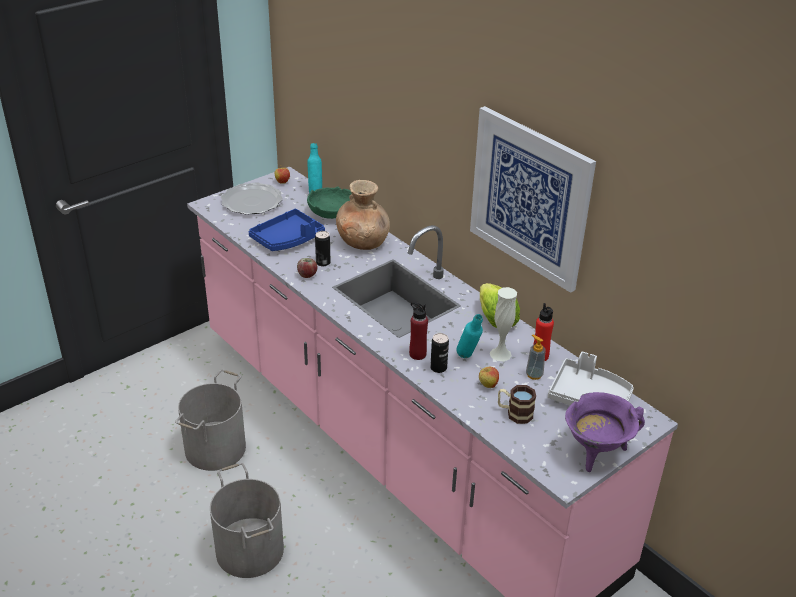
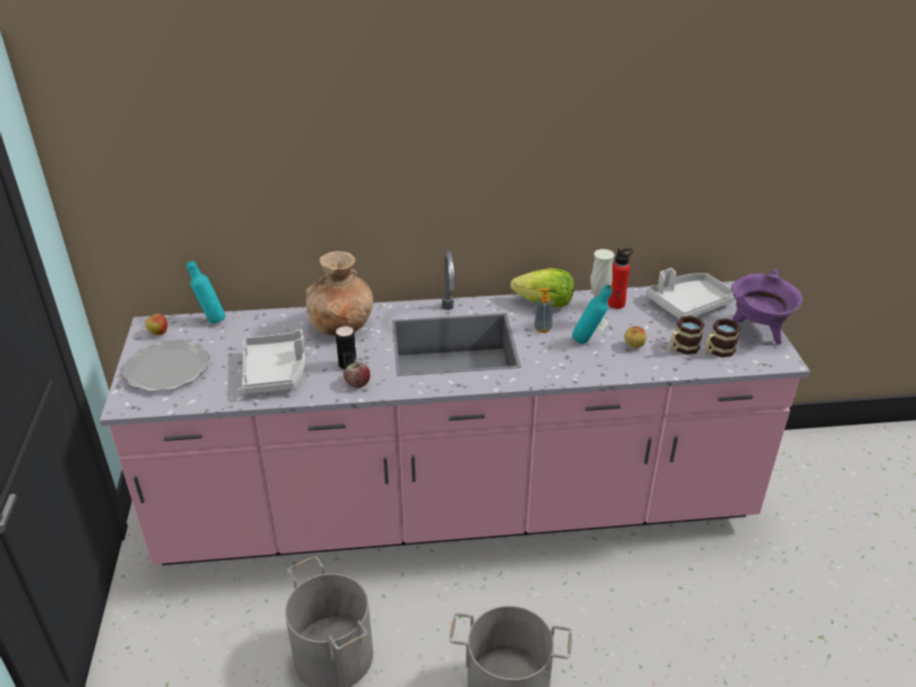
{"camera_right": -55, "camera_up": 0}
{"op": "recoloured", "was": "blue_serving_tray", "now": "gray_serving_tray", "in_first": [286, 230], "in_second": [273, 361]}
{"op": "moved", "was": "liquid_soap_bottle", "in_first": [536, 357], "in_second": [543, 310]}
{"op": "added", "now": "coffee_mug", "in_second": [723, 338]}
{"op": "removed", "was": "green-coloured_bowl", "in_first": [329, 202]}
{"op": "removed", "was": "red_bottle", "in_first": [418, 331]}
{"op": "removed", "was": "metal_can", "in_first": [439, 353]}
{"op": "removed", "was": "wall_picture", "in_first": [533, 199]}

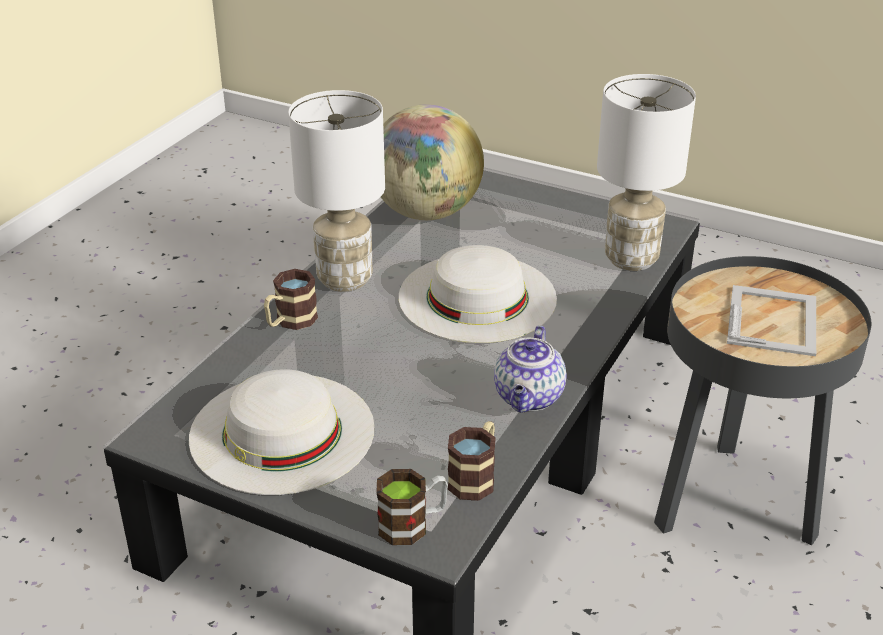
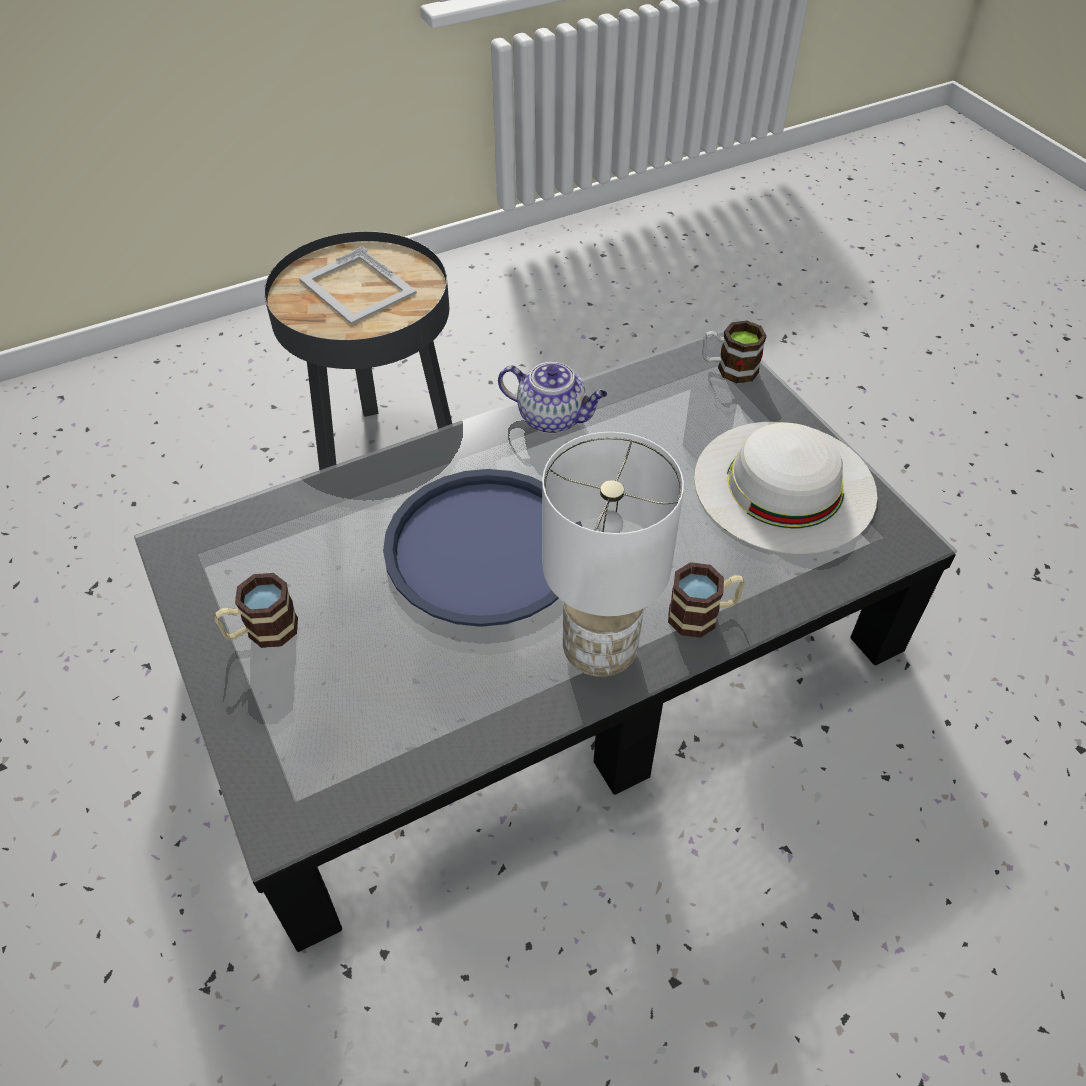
{"camera_right": -145, "camera_up": 15}
{"op": "moved", "was": "coffee_mug", "in_first": [472, 461], "in_second": [256, 610]}
{"op": "turned", "was": "standing_frame", "in_first": [771, 320], "in_second": [358, 285], "clockwise": -90}
{"op": "replaced", "was": "white-coloured_wearable_hat", "now": "blue_serving_tray", "in_first": [478, 294], "in_second": [483, 548]}
{"op": "turned", "was": "teapot", "in_first": [530, 369], "in_second": [553, 398], "clockwise": 60}
{"op": "removed", "was": "world_globe", "in_first": [432, 162]}
{"op": "removed", "was": "white-coloured_table_lamp", "in_first": [646, 172]}

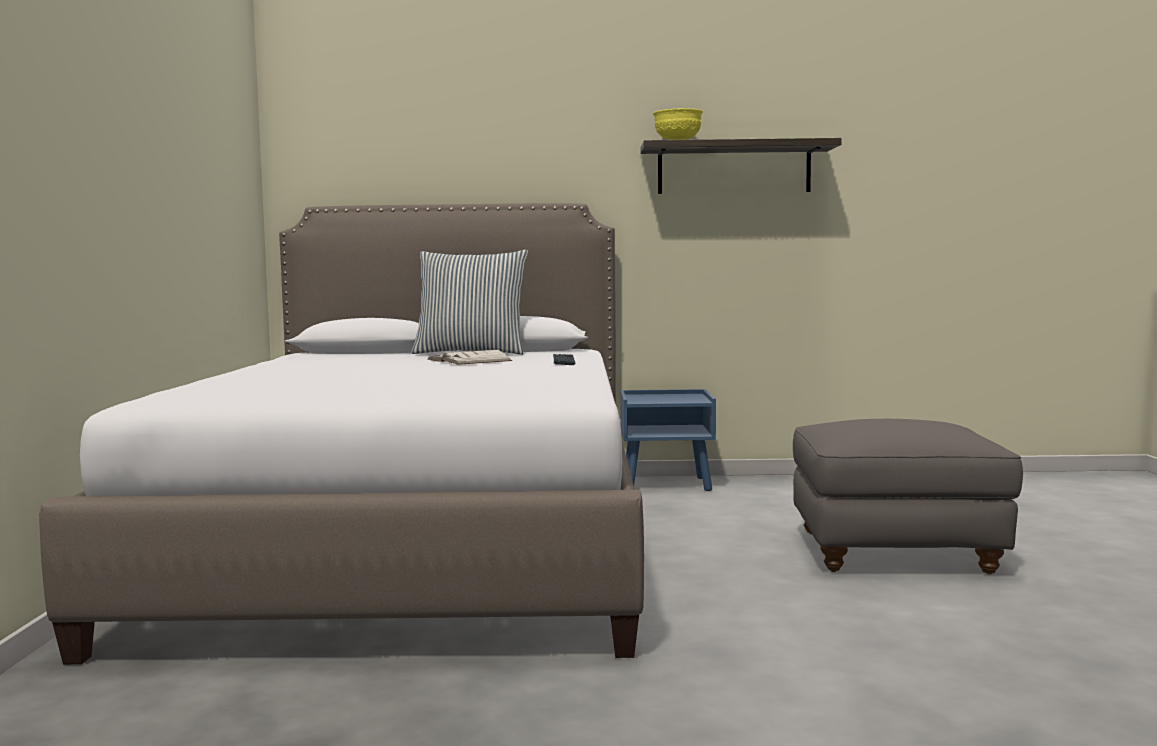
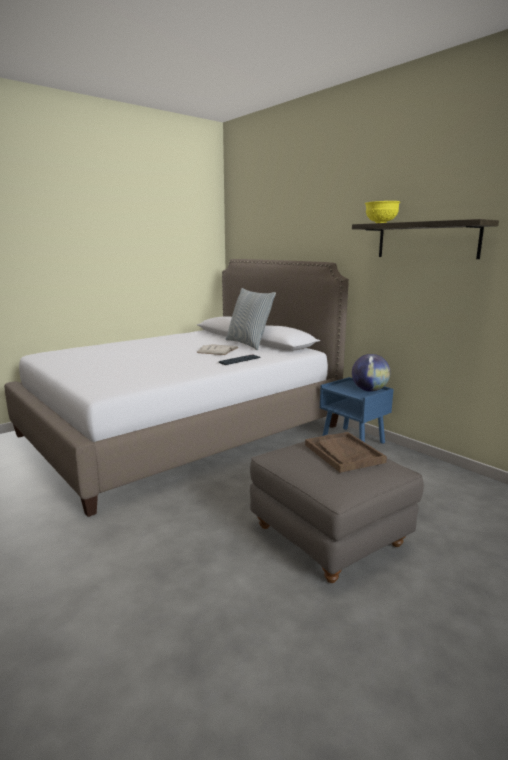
{"camera_right": 50, "camera_up": 10}
{"op": "added", "now": "brownish_serving_tray", "in_second": [346, 452]}
{"op": "added", "now": "world_globe", "in_second": [371, 372]}

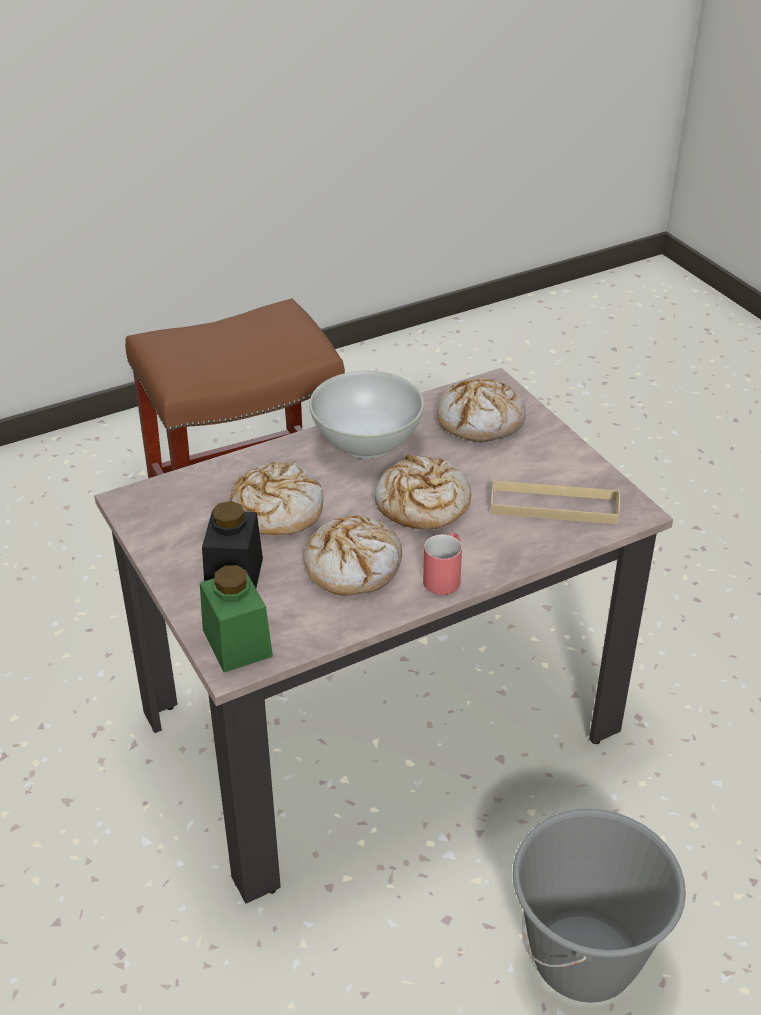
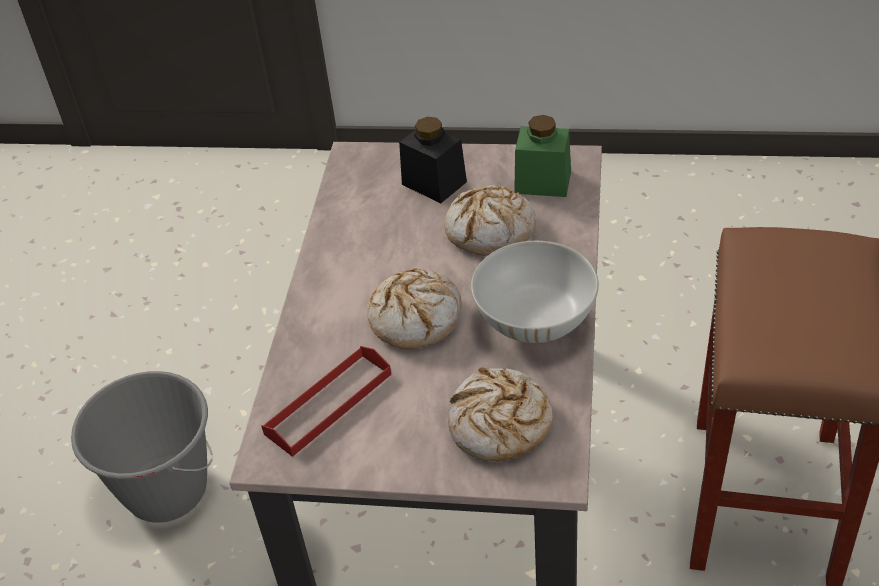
{"camera_right": 130, "camera_up": 5}
{"op": "recoloured", "was": "sand-coloured_serving_tray", "now": "red_serving_tray", "in_first": [555, 501], "in_second": [326, 401]}
{"op": "moved", "was": "green-coloured_preserve_jar", "in_first": [236, 618], "in_second": [542, 156]}
{"op": "removed", "was": "bakery_bread", "in_first": [352, 555]}
{"op": "removed", "was": "red_coffee_mug", "in_first": [442, 563]}

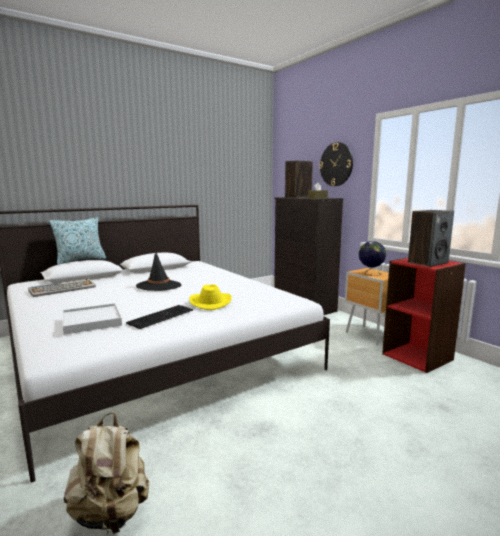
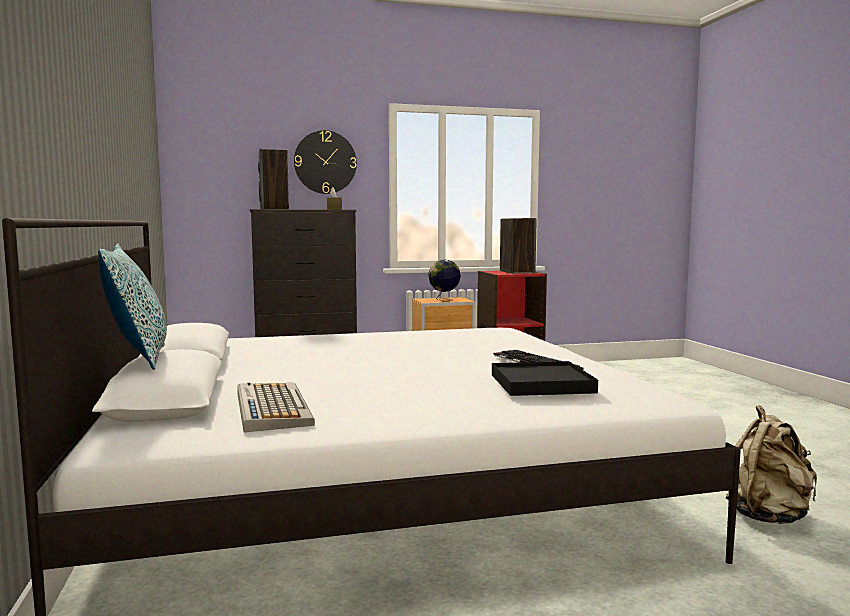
{"camera_right": -70, "camera_up": -5}
{"op": "recoloured", "was": "white-coloured_serving_tray", "now": "black_serving_tray", "in_first": [92, 319], "in_second": [545, 378]}
{"op": "removed", "was": "black_wearable_hat", "in_first": [158, 271]}
{"op": "removed", "was": "yellow-coloured_wearable_hat", "in_first": [210, 297]}

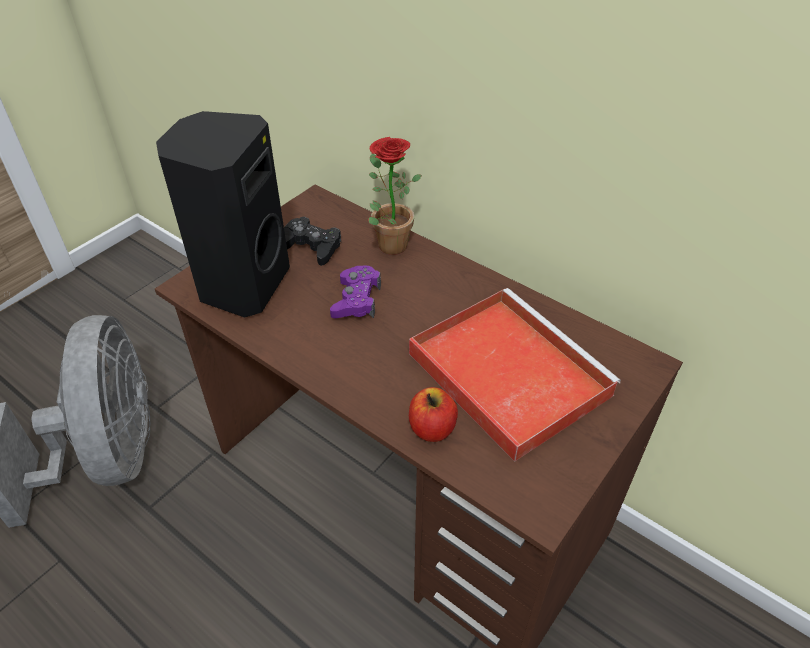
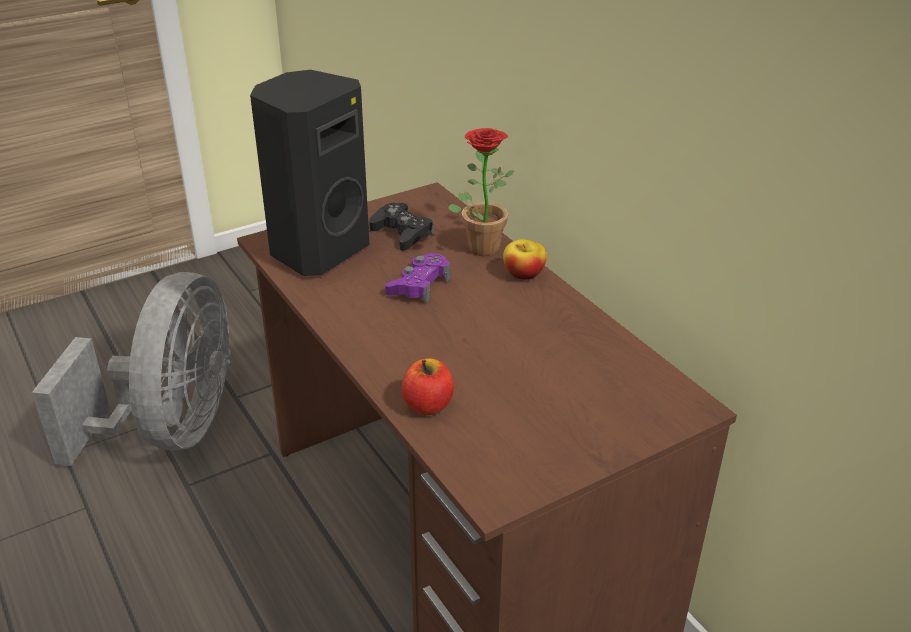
{"camera_right": 20, "camera_up": -10}
{"op": "added", "now": "apple", "in_second": [525, 259]}
{"op": "removed", "was": "red_serving_tray", "in_first": [515, 375]}

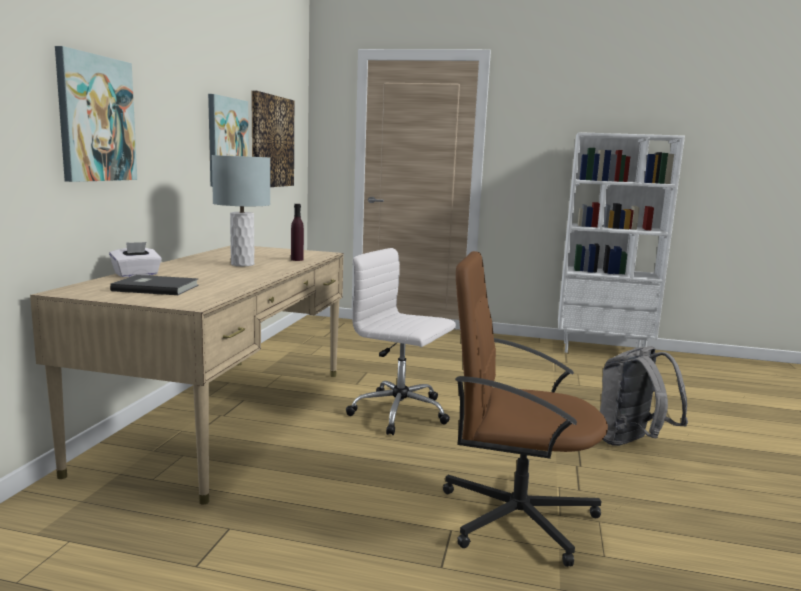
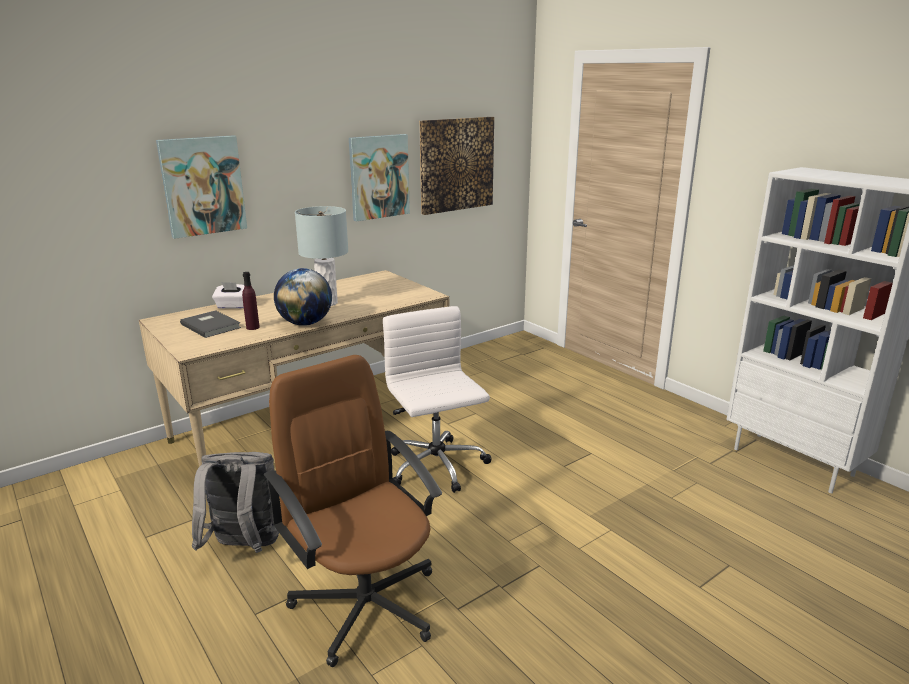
{"camera_right": 40, "camera_up": 10}
{"op": "moved", "was": "gray_knapsack", "in_first": [644, 396], "in_second": [235, 502]}
{"op": "moved", "was": "purplish_bottle", "in_first": [297, 232], "in_second": [251, 301]}
{"op": "added", "now": "world_globe", "in_second": [303, 297]}

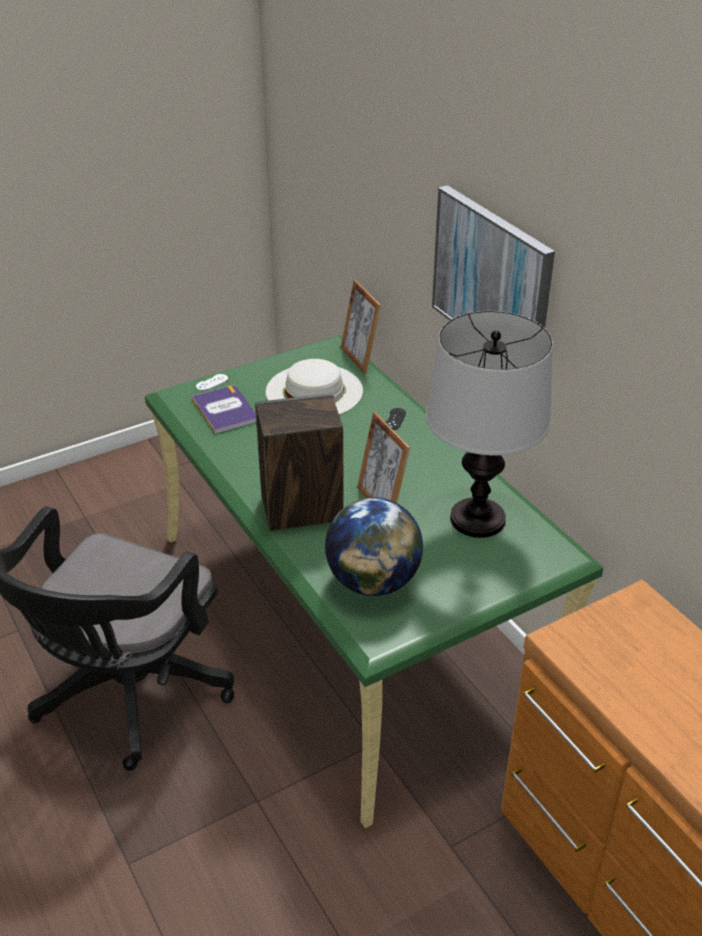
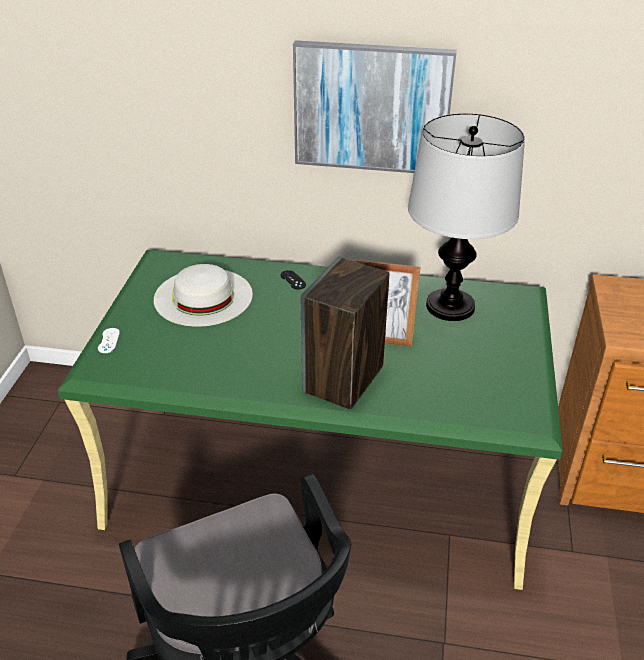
{"camera_right": -50, "camera_up": 0}
{"op": "removed", "was": "bound_book", "in_first": [223, 410]}
{"op": "removed", "was": "world_globe", "in_first": [374, 546]}
{"op": "removed", "was": "standing_frame", "in_first": [361, 327]}

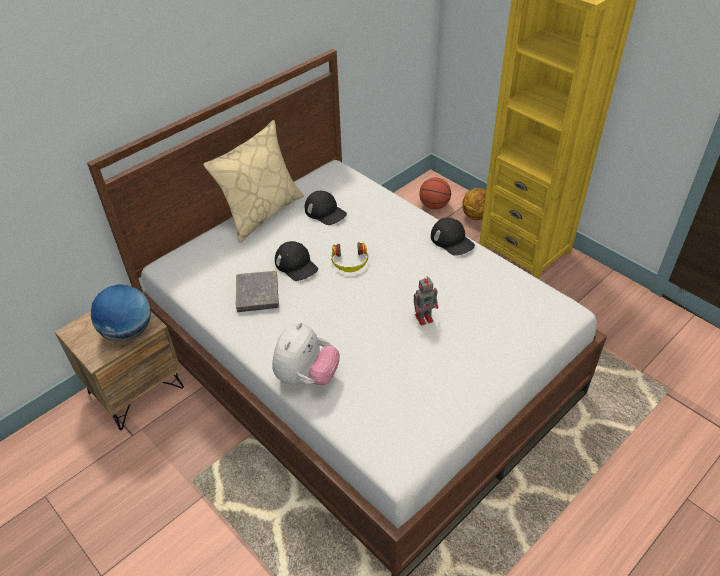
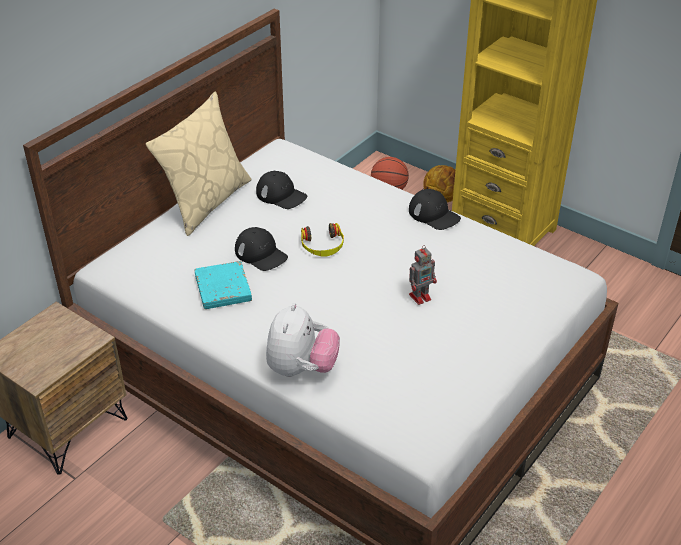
{"camera_right": -10, "camera_up": -5}
{"op": "recoloured", "was": "gray_bound_book", "now": "blue-green_bound_book", "in_first": [257, 291], "in_second": [223, 285]}
{"op": "removed", "was": "world_globe", "in_first": [121, 313]}

